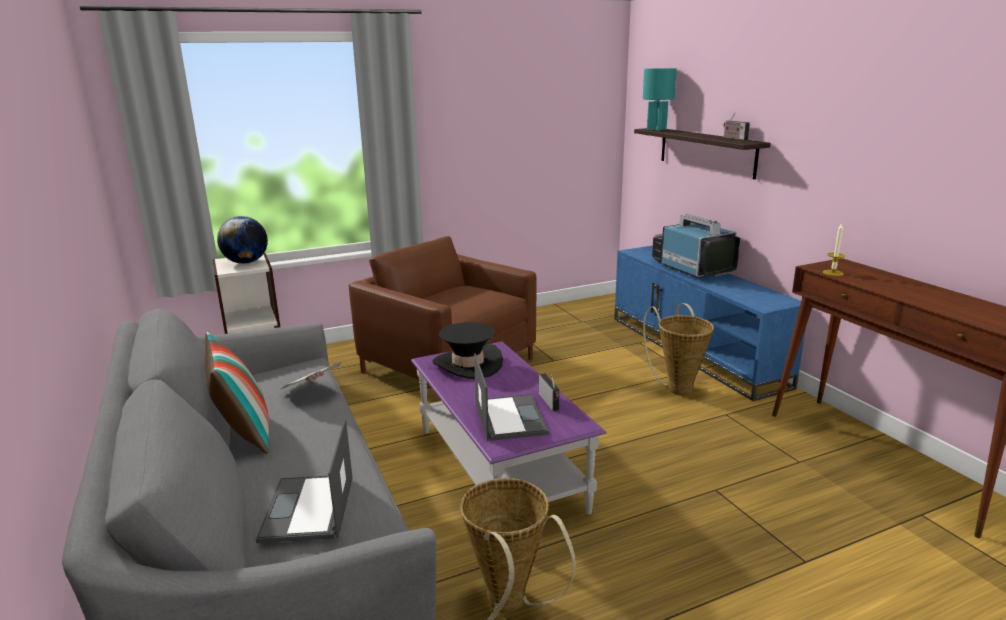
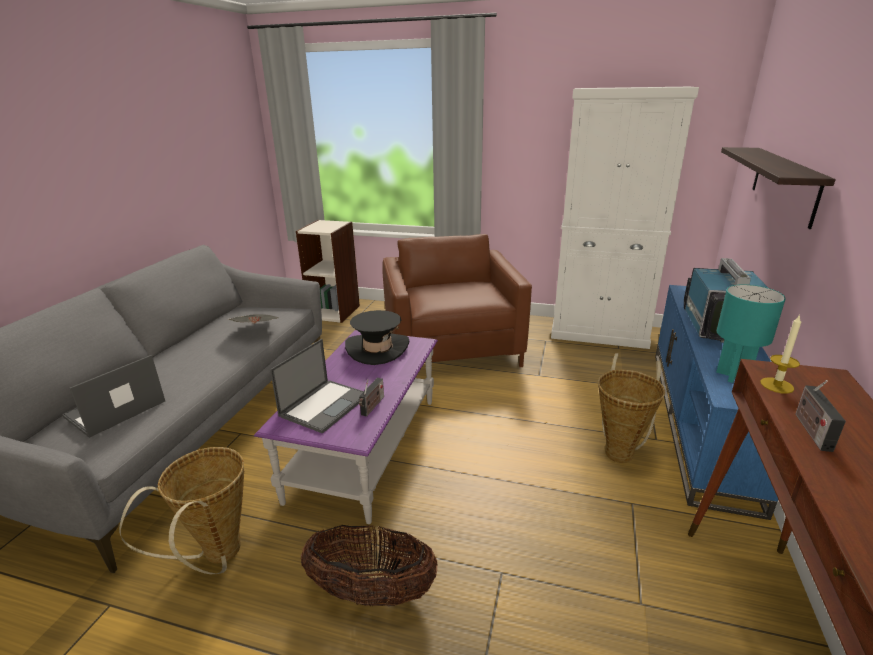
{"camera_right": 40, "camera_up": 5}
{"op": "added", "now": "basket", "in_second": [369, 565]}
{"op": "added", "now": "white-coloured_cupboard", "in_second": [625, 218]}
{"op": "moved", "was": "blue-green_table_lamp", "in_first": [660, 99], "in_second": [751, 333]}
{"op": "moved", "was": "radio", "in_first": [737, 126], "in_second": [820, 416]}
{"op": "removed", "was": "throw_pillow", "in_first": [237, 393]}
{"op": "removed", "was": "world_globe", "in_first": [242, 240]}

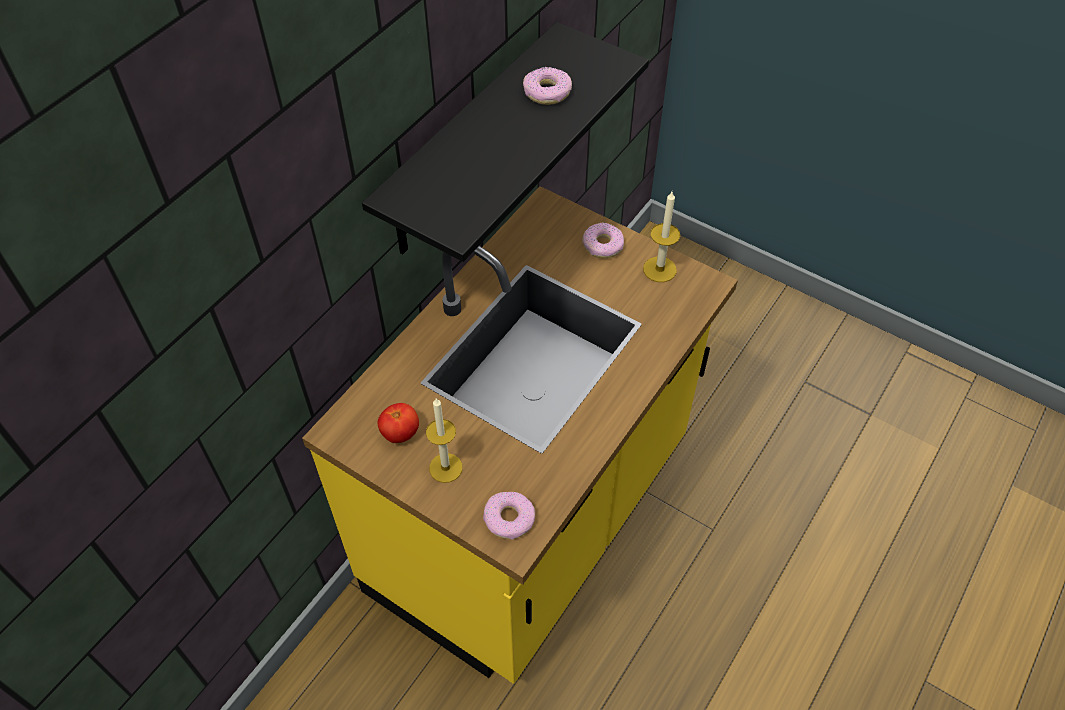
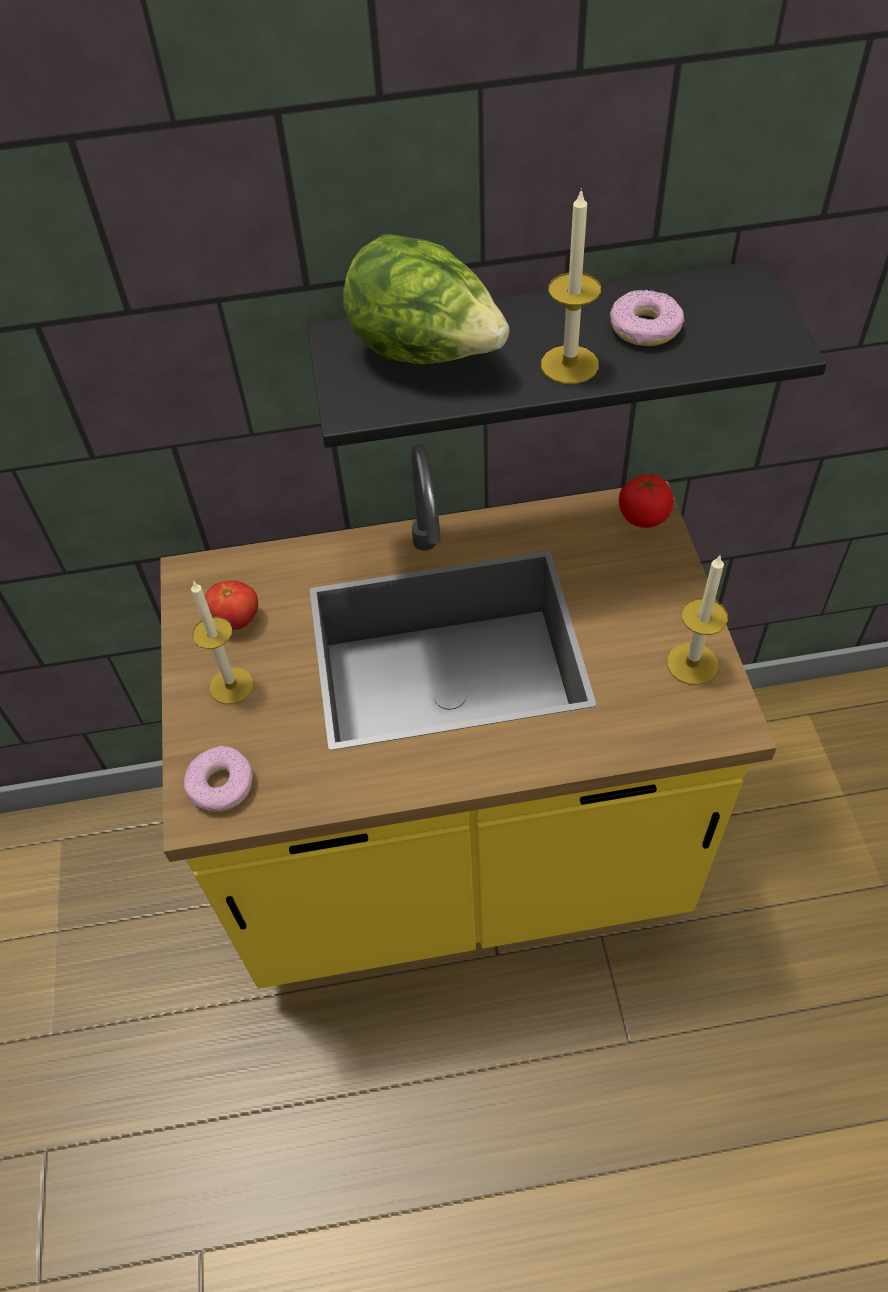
{"camera_right": 50, "camera_up": 0}
{"op": "added", "now": "head_of_lettuce", "in_second": [426, 299]}
{"op": "added", "now": "wax_candle", "in_second": [571, 286]}
{"op": "added", "now": "whole_tomato", "in_second": [646, 501]}
{"op": "removed", "was": "ring_doughnut", "in_first": [603, 240]}

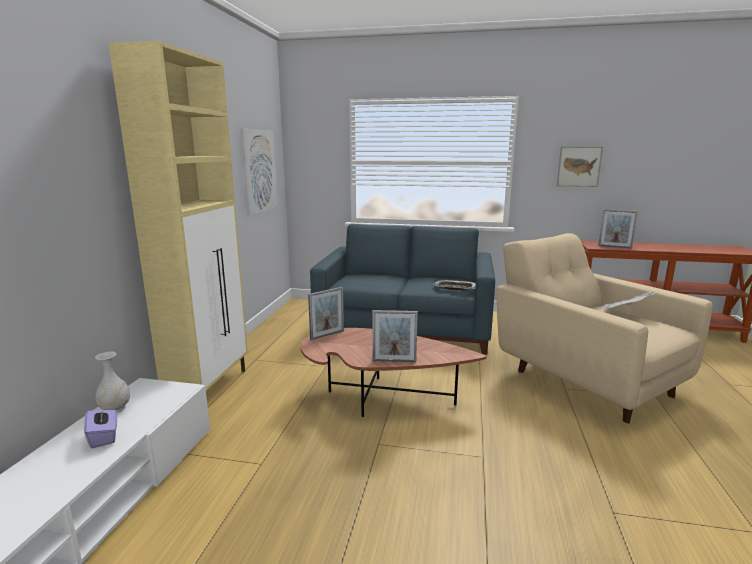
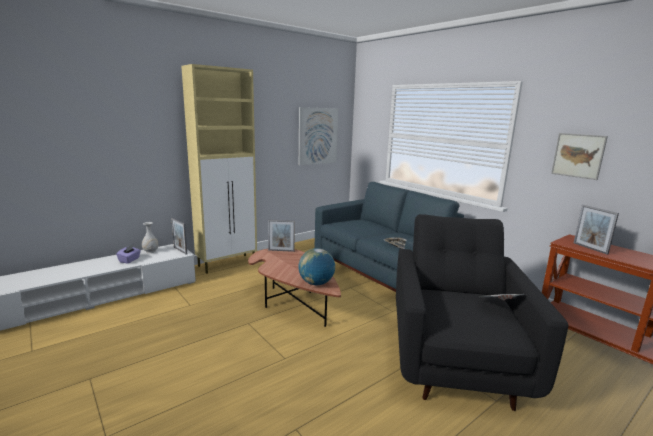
{"camera_right": 40, "camera_up": 0}
{"op": "moved", "was": "standing_frame", "in_first": [395, 336], "in_second": [179, 236]}
{"op": "added", "now": "world_globe", "in_second": [316, 266]}
{"op": "recoloured", "was": "sand-coloured_easy_chair", "now": "black_easy_chair", "in_first": [605, 328], "in_second": [482, 312]}

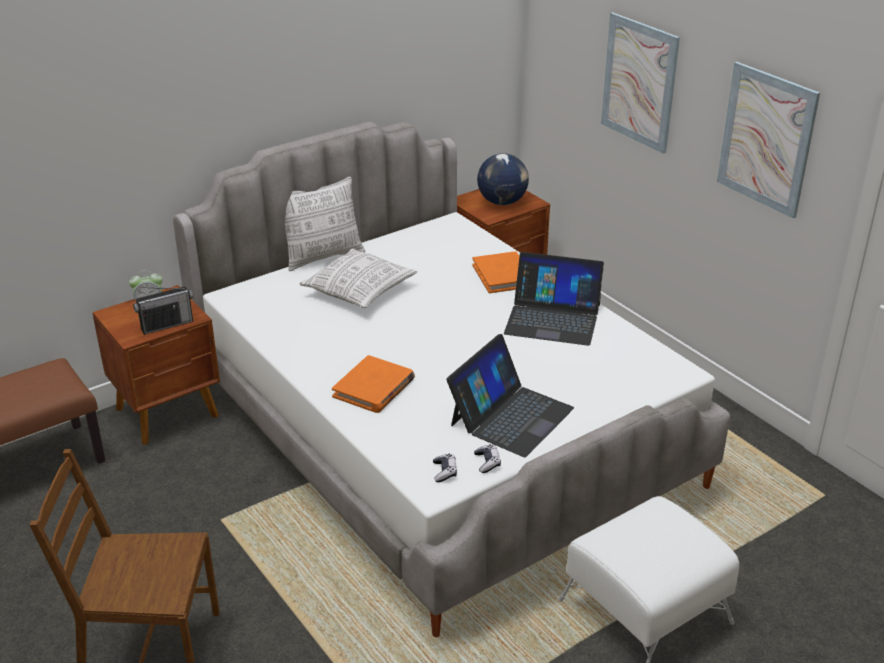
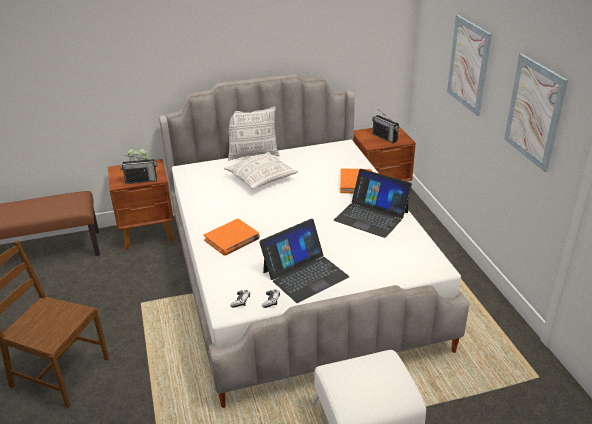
{"camera_right": 20, "camera_up": 0}
{"op": "replaced", "was": "world_globe", "now": "radio", "in_first": [503, 179], "in_second": [385, 126]}

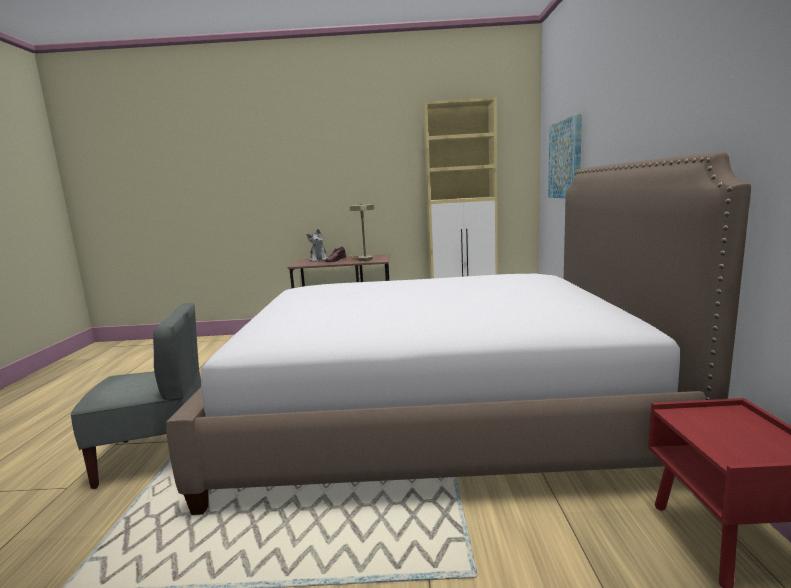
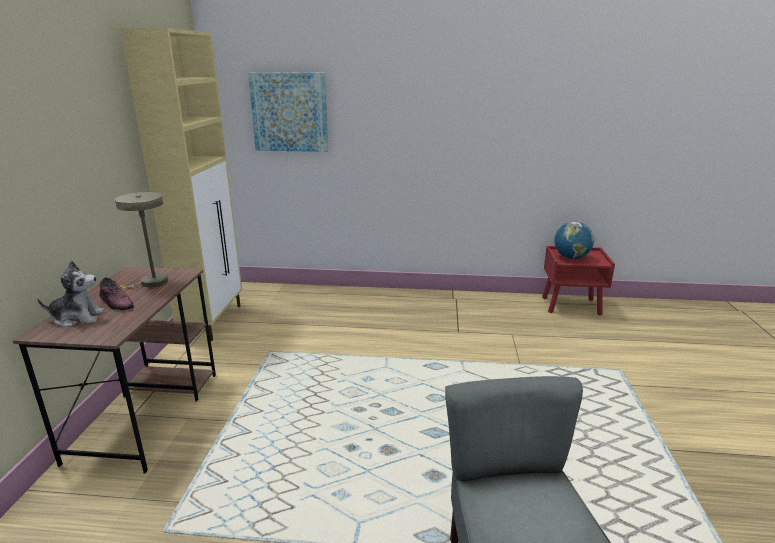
{"camera_right": -85, "camera_up": 10}
{"op": "added", "now": "world_globe", "in_second": [574, 240]}
{"op": "removed", "was": "bedroom_bed", "in_first": [458, 333]}

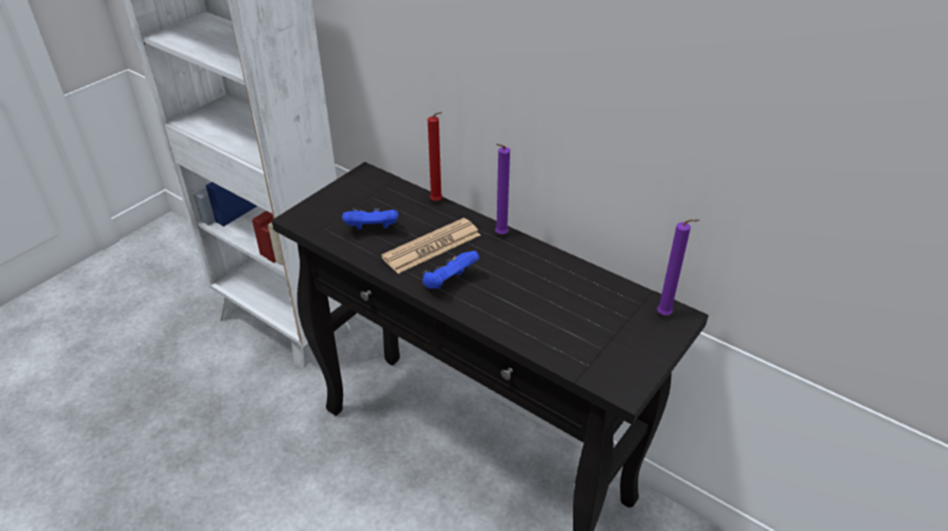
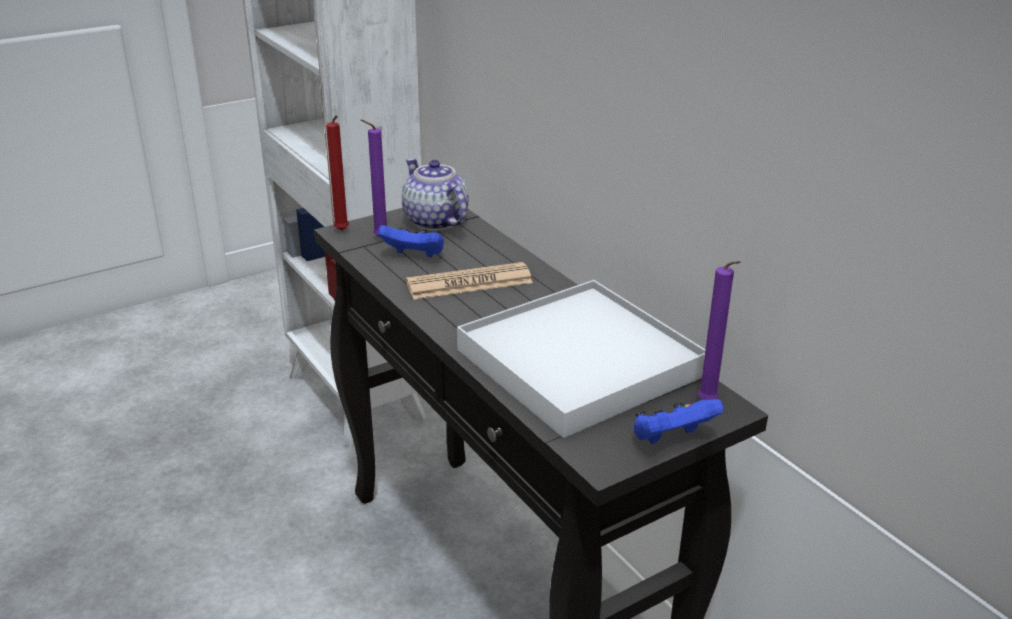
{"camera_right": 20, "camera_up": -10}
{"op": "moved", "was": "red_wax_candle", "in_first": [435, 157], "in_second": [337, 173]}
{"op": "moved", "was": "purplish_wax_candle", "in_first": [502, 189], "in_second": [374, 178]}
{"op": "added", "now": "teapot", "in_second": [435, 194]}
{"op": "added", "now": "white-coloured_serving_tray", "in_second": [581, 359]}
{"op": "moved", "was": "blue_gamepad", "in_first": [450, 270], "in_second": [678, 421]}

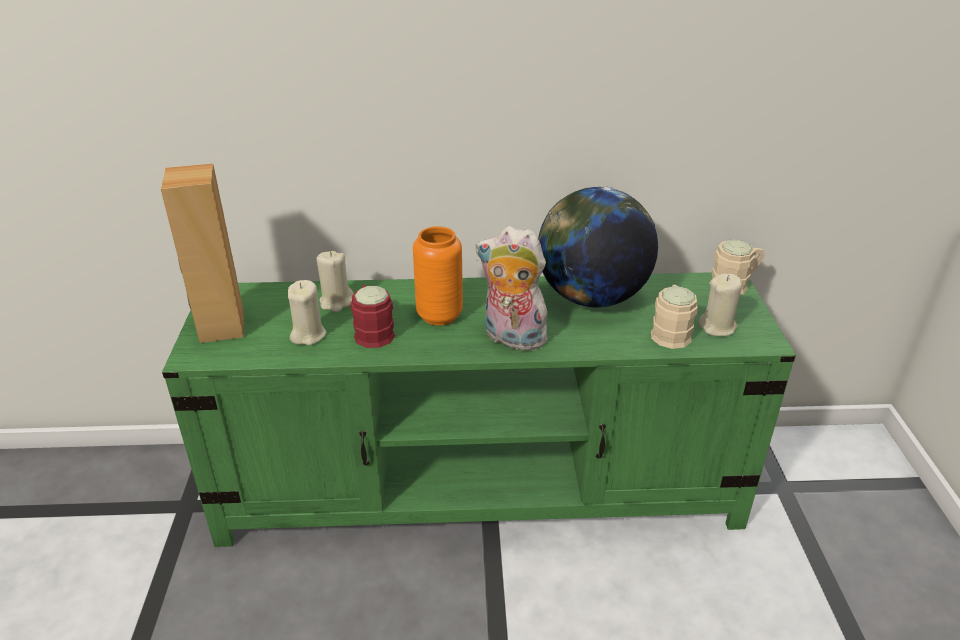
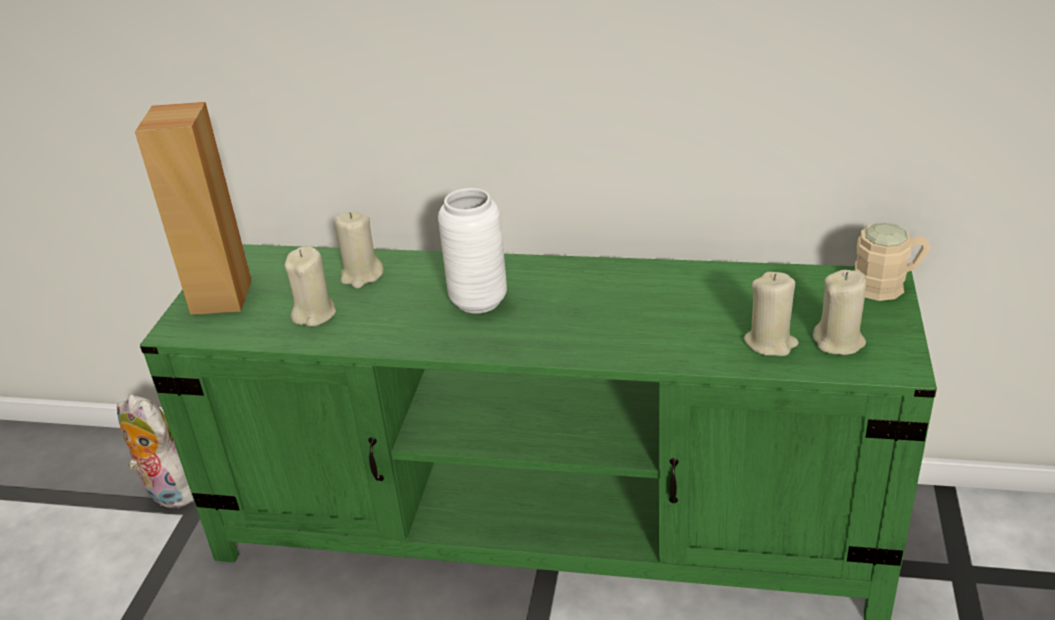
{"camera_right": 15, "camera_up": 0}
{"op": "moved", "was": "plush_toy", "in_first": [514, 289], "in_second": [155, 451]}
{"op": "recoloured", "was": "orange-coloured_vase", "now": "white-coloured_vase", "in_first": [438, 276], "in_second": [472, 251]}
{"op": "replaced", "was": "sand-coloured_coffee_mug", "now": "sand-coloured_wax_candle", "in_first": [674, 317], "in_second": [771, 314]}
{"op": "removed", "was": "red_coffee_mug", "in_first": [373, 316]}
{"op": "removed", "was": "world_globe", "in_first": [598, 247]}

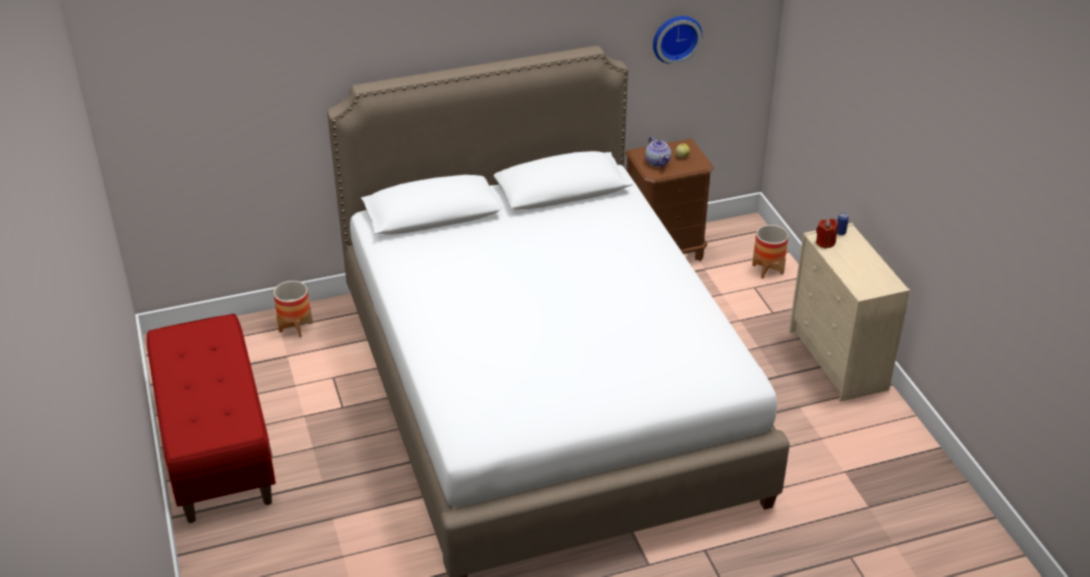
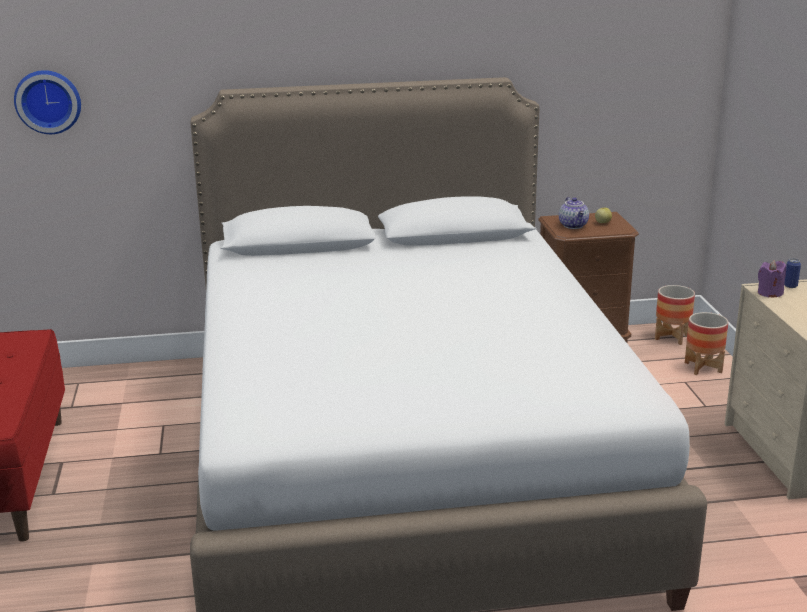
{"camera_right": 10, "camera_up": -15}
{"op": "moved", "was": "wall_clock", "in_first": [677, 40], "in_second": [47, 102]}
{"op": "moved", "was": "plant_pot", "in_first": [293, 309], "in_second": [675, 315]}
{"op": "recoloured", "was": "red_wax_candle", "now": "purplish_wax_candle", "in_first": [827, 233], "in_second": [772, 279]}

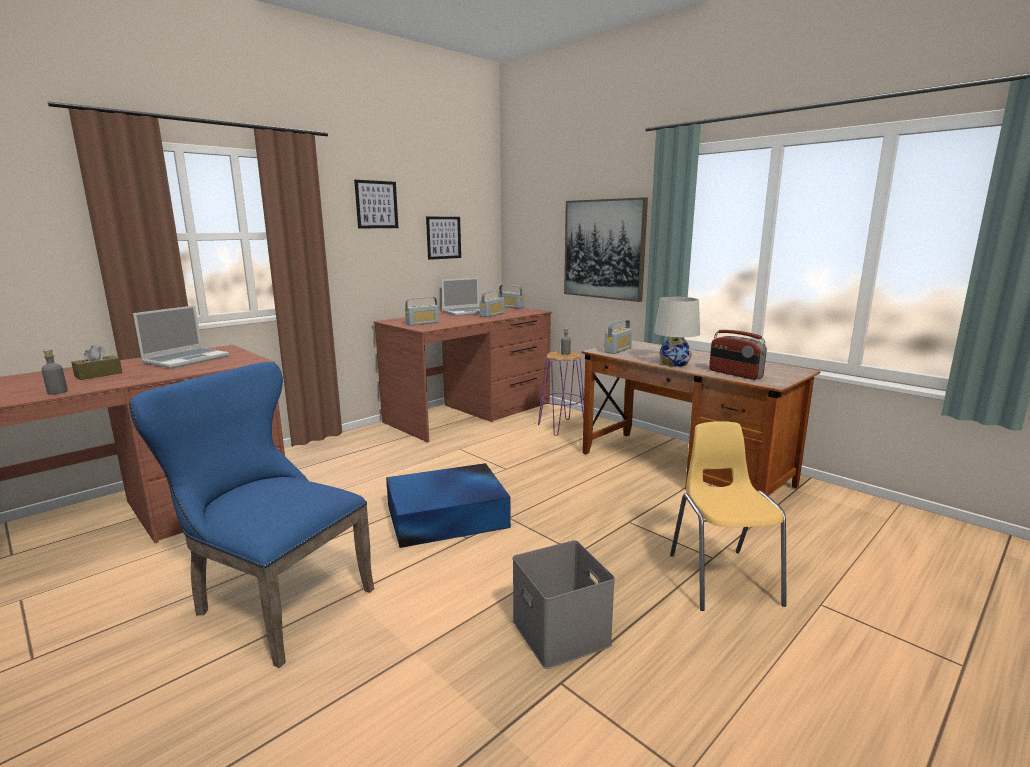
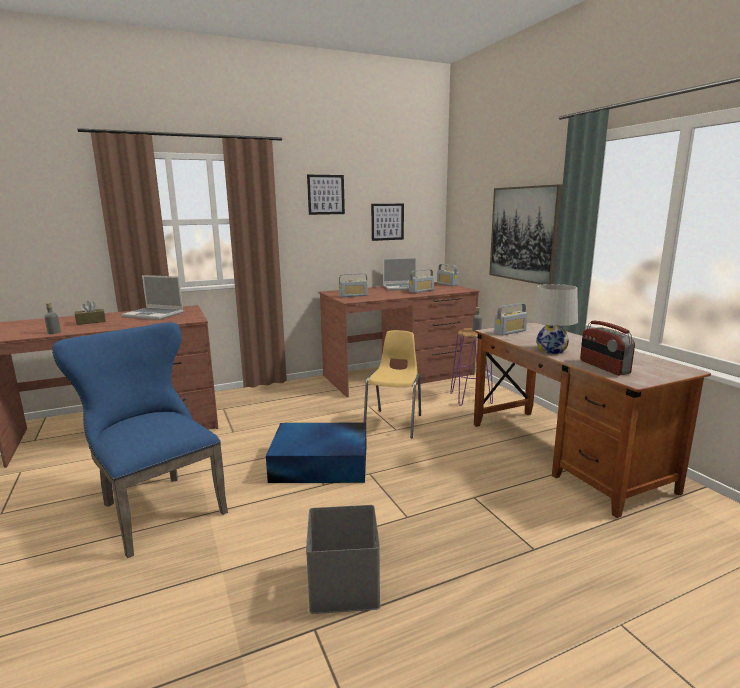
{"camera_right": 20, "camera_up": 0}
{"op": "turned", "was": "portable_computer", "in_first": [181, 337], "in_second": [152, 297], "clockwise": 60}
{"op": "moved", "was": "yellow-coloured_chair", "in_first": [728, 516], "in_second": [392, 384]}

